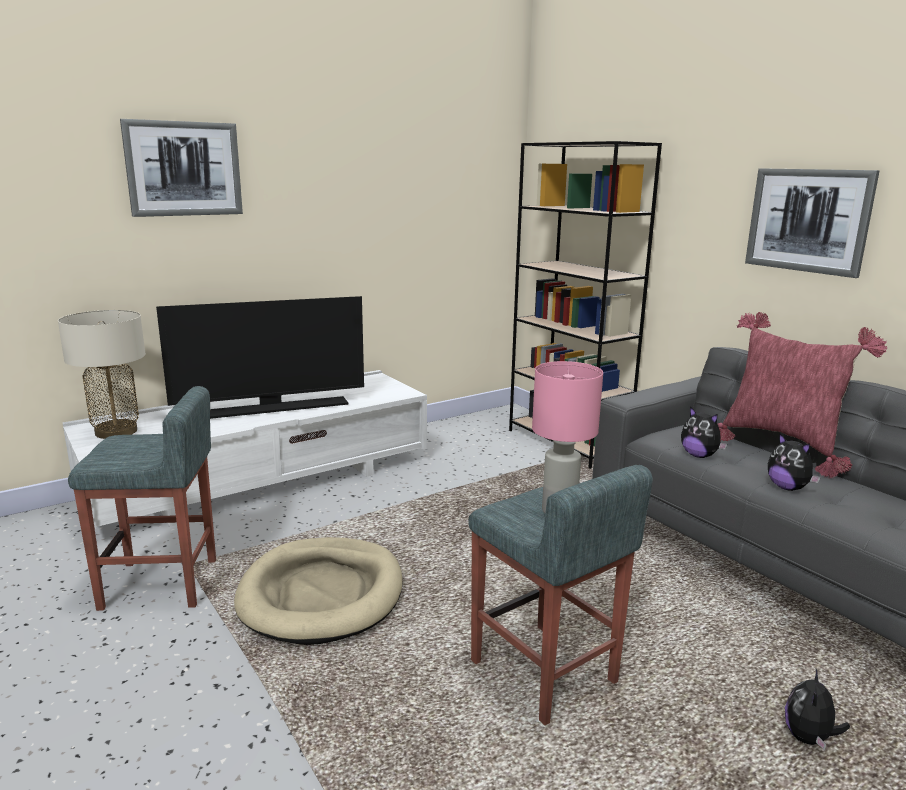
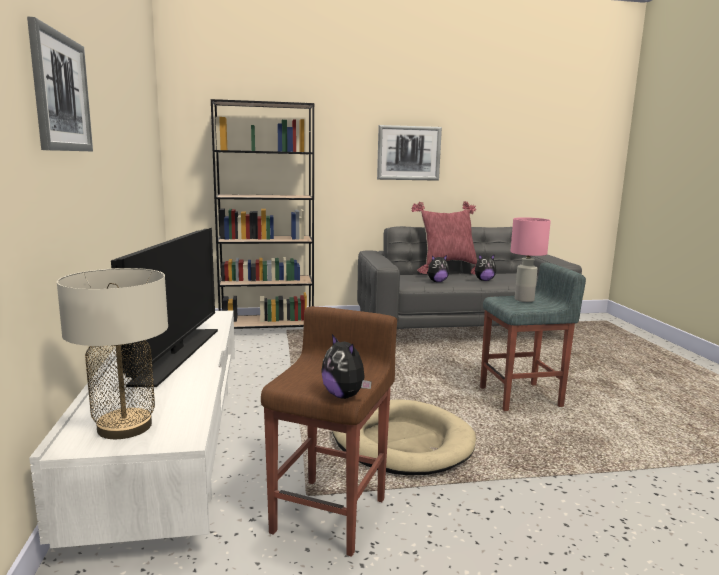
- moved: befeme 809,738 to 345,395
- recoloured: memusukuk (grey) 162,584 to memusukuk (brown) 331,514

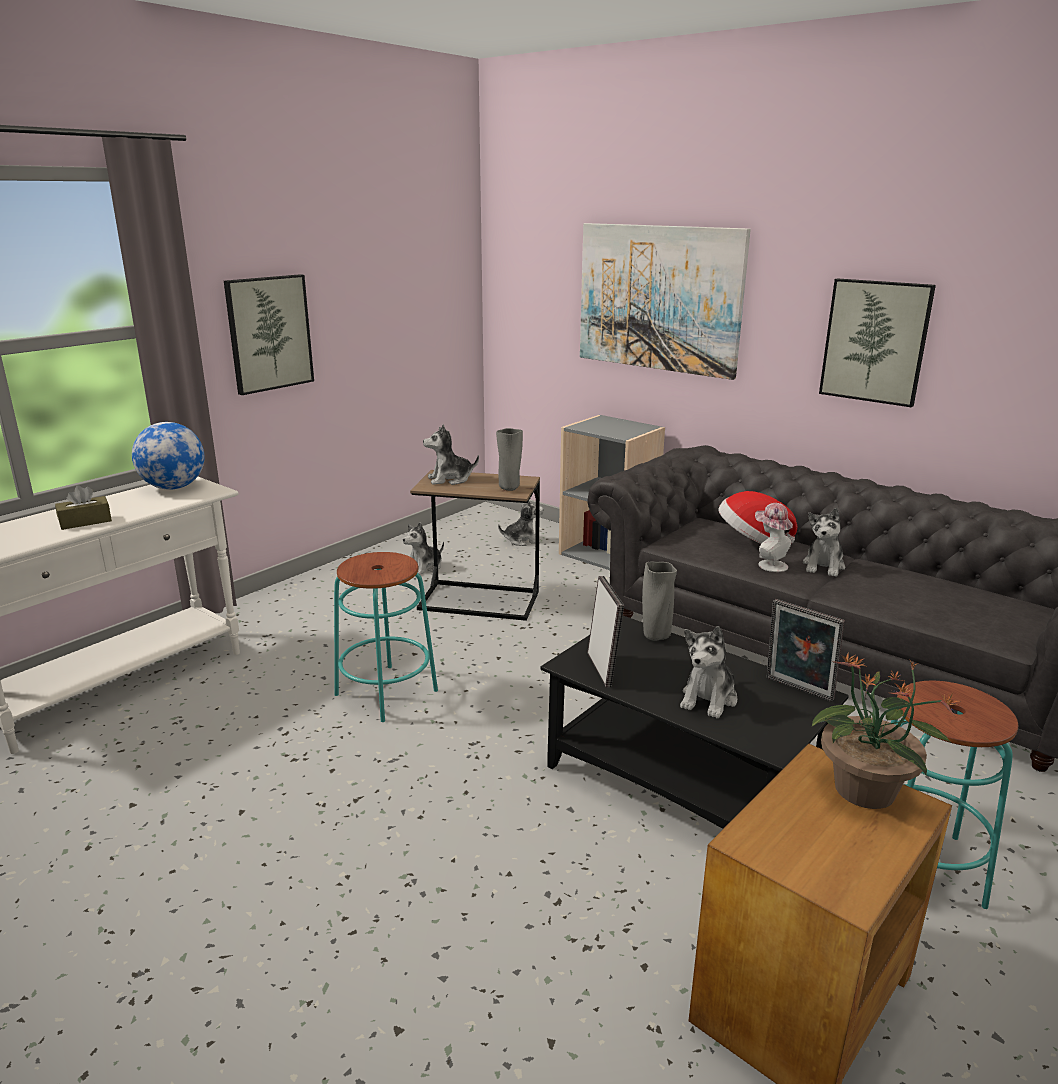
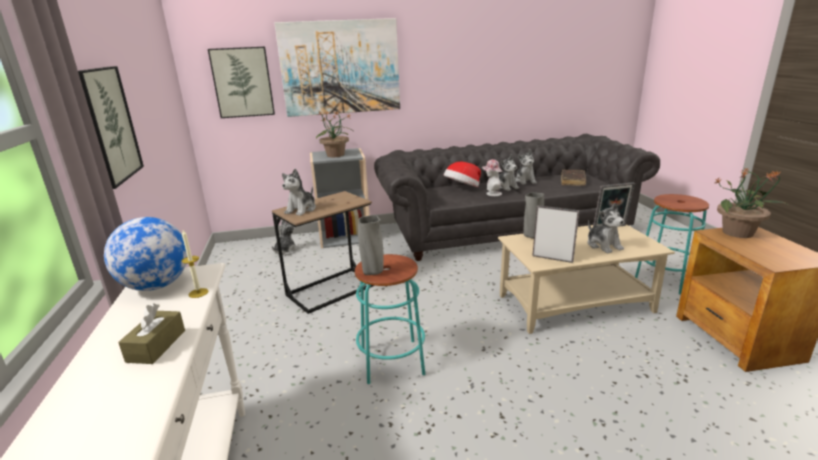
- added: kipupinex 198,293
- added: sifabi 336,155
- added: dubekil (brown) 572,181
- moved: befeme 424,567 to 525,181
- moved: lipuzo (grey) 509,489 to 373,272
- moved: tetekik 875,341 to 242,82
- recoloured: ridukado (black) 683,784 to ridukado (beige) 575,303

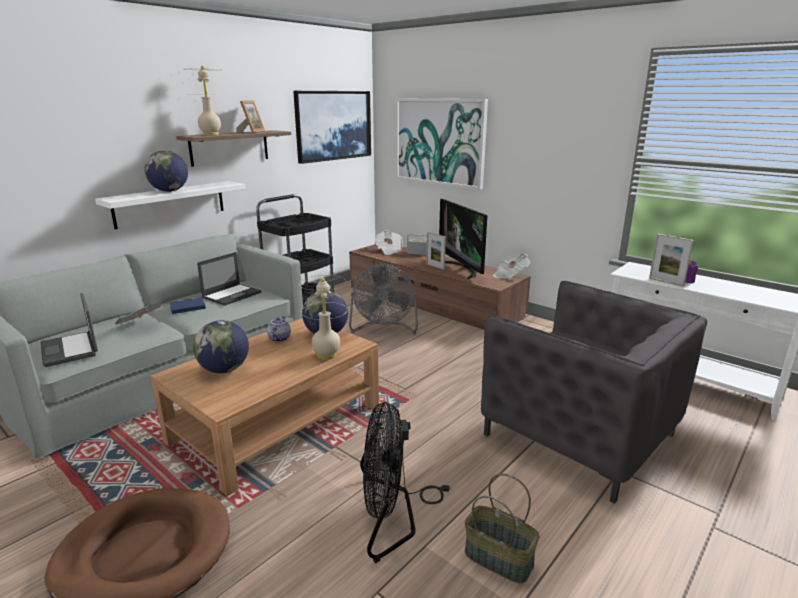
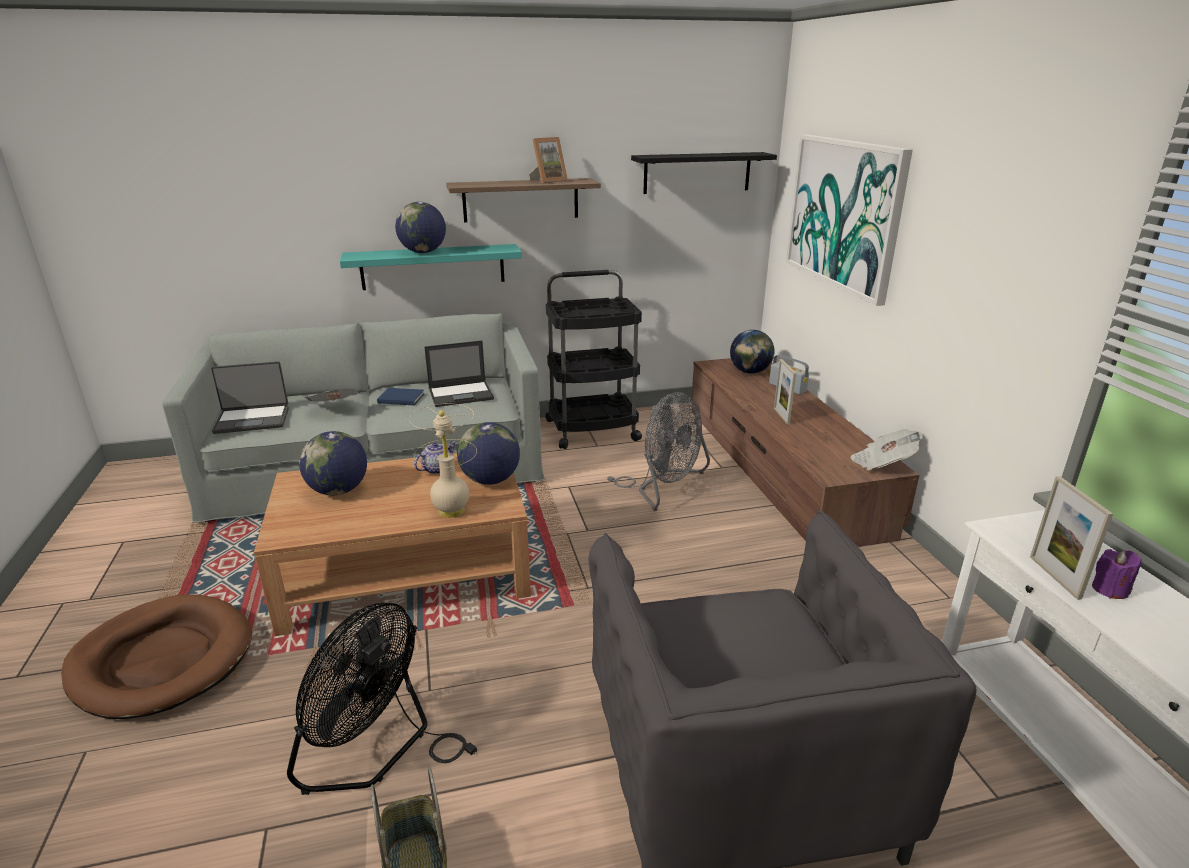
- removed: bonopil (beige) 210,135
- removed: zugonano 462,269
- replaced: tetekik 333,125 to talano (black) 697,173
- replaced: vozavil 389,250 to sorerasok 749,372
- recoloured: talano (white) 170,204 to talano (turquoise) 433,267
- turned: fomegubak 71,349 = 252,420 105 degrees counterclockwise
- turned: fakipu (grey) 382,327 = 661,486 90 degrees counterclockwise

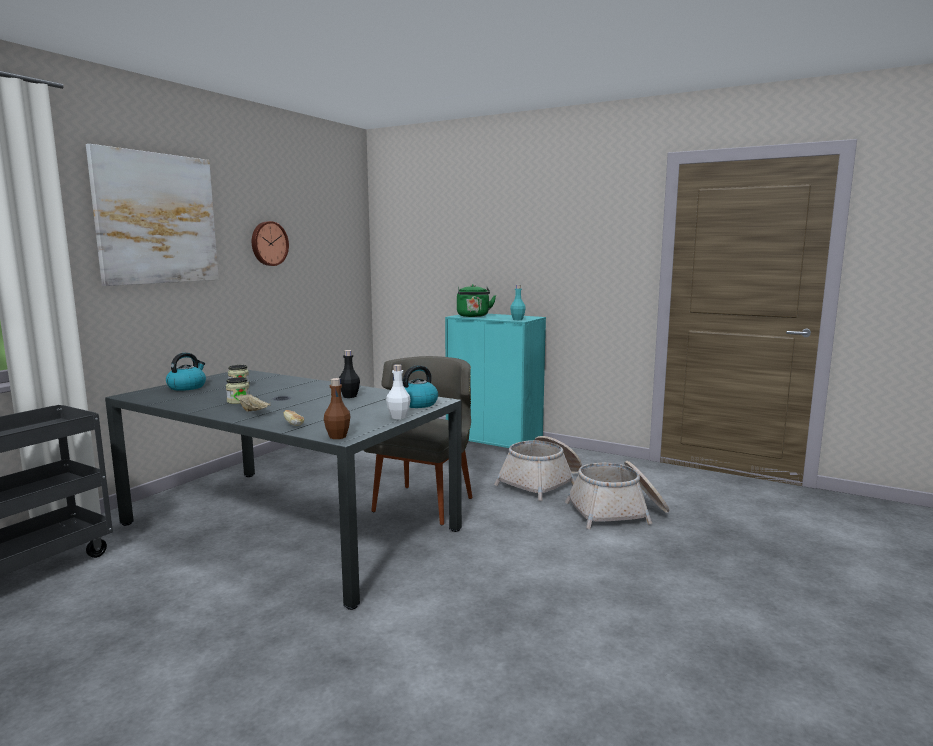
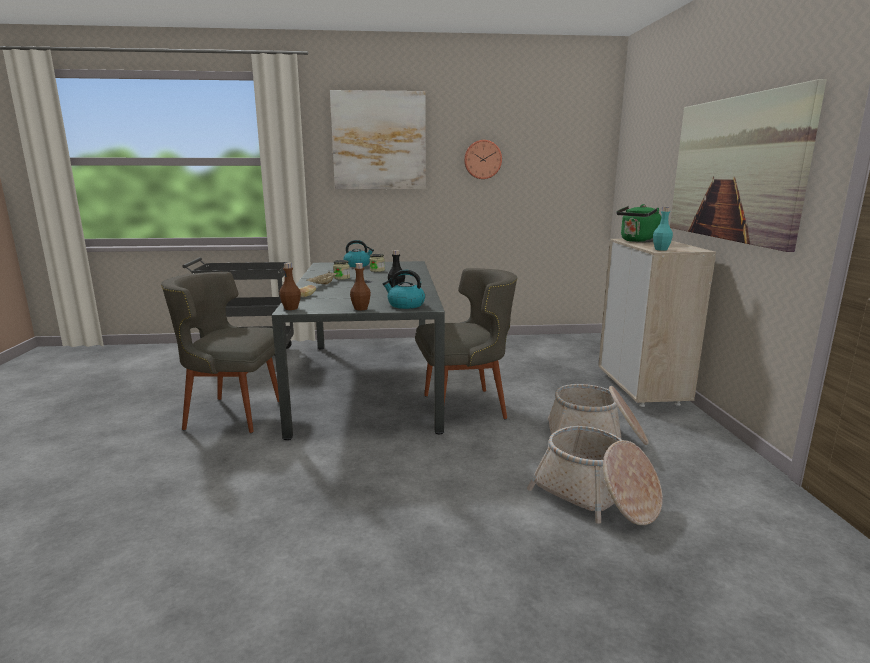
- added: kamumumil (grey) 235,415
- added: tetekik 734,169
- recoloured: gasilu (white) 398,417 to gasilu (brown) 361,308
- recoloured: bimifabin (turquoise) 495,444 to bimifabin (beige) 642,390

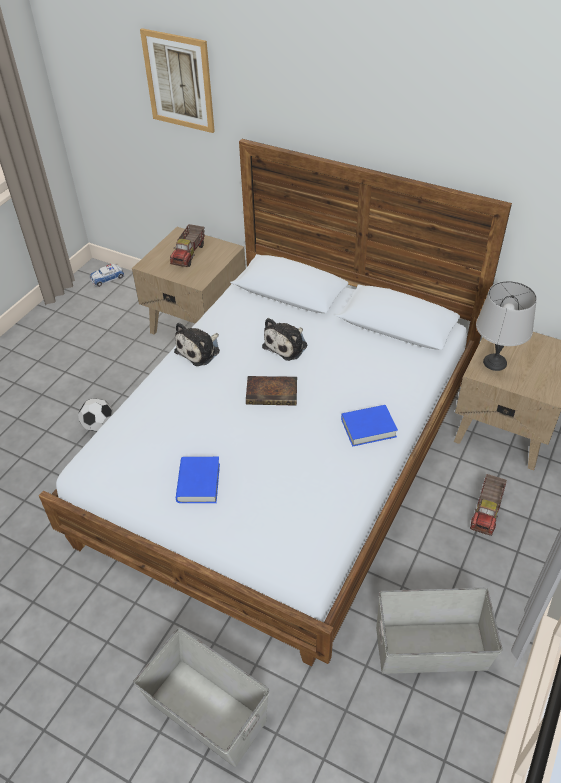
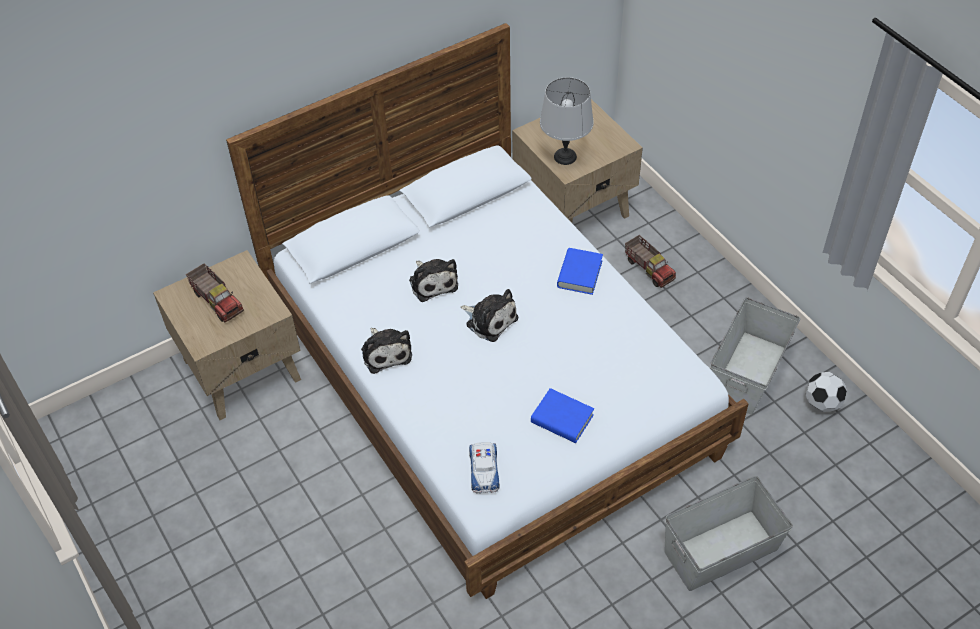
- removed: tetekik 179,81
- moved: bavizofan 99,426 to 822,403
- moved: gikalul 107,278 to 484,470
- replaced: dubekil 273,393 to befeme 489,320

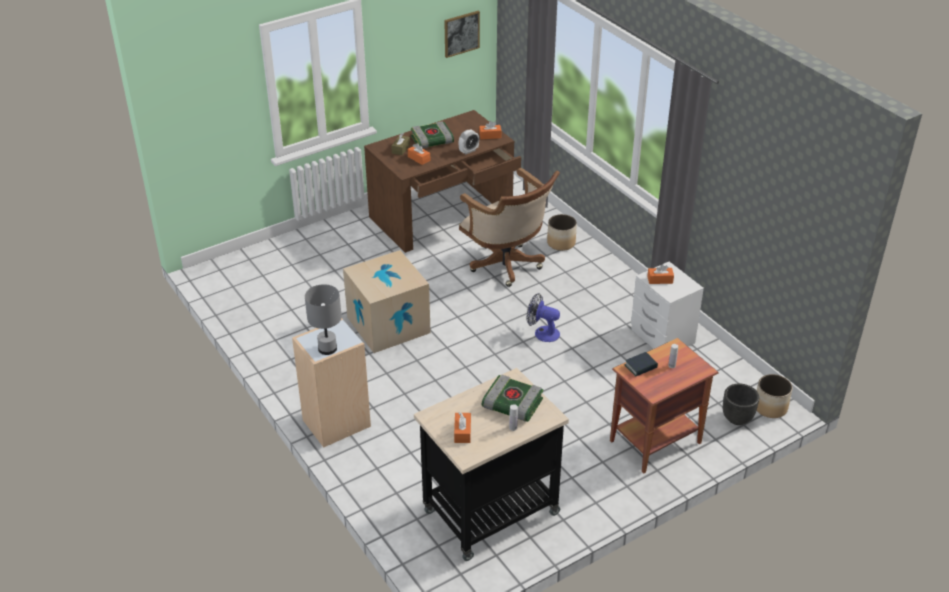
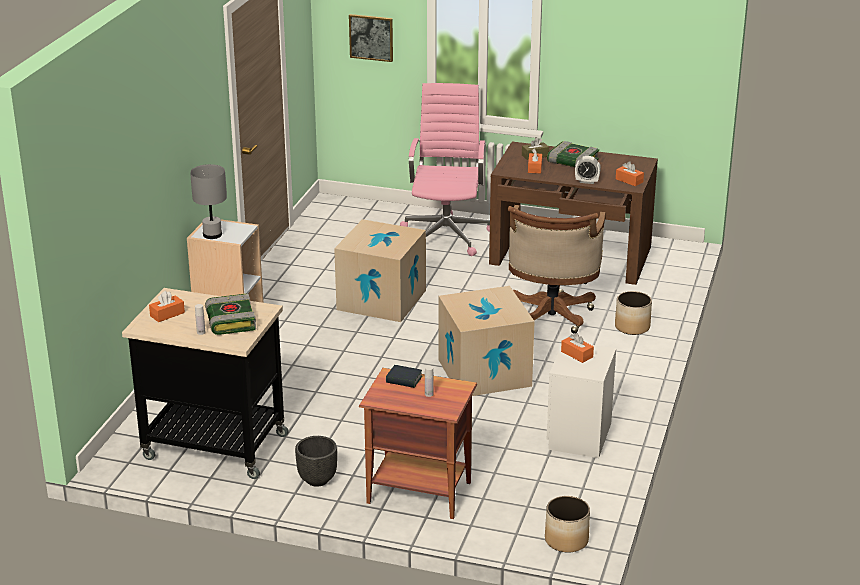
- added: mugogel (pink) 447,235
- moved: tetekik 461,33 to 371,37
- moved: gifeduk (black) 737,418 to 318,480
- replaced: fakipu 542,333 to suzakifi 484,373

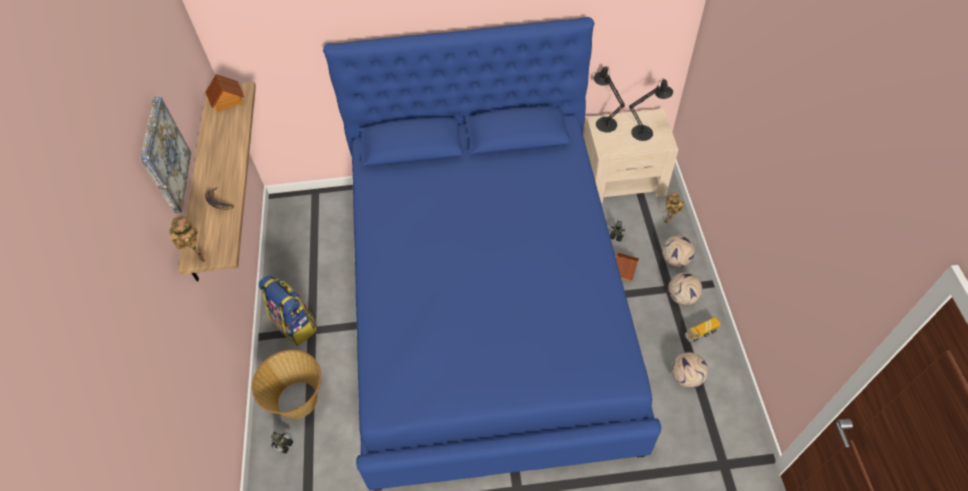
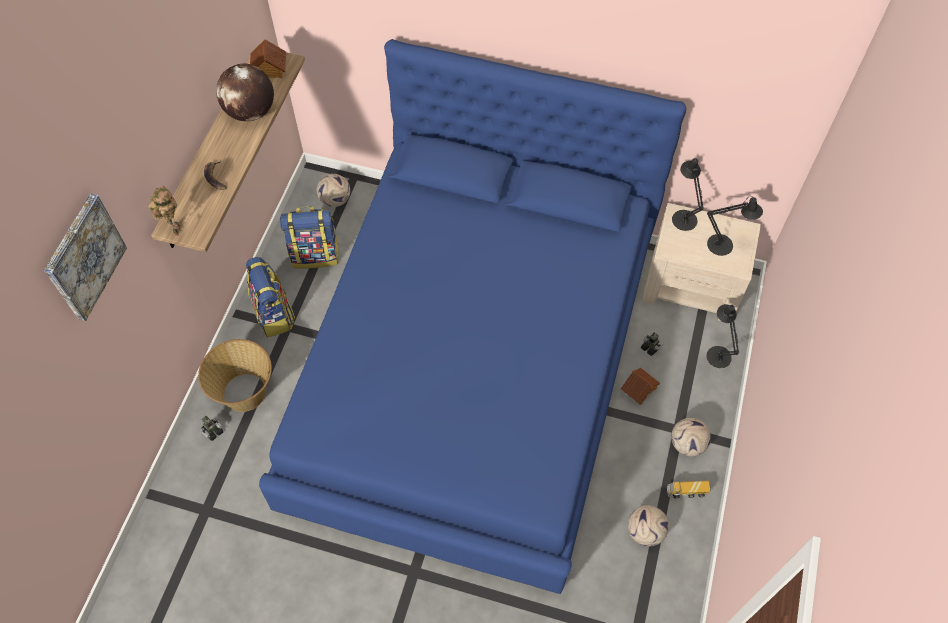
- added: sorerasok 250,112
- added: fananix 315,254
- moved: tetekik 164,155 to 84,257
- moved: bavizofan 676,260 to 335,200
- replaced: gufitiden 668,221 to bonopil (black) 717,353

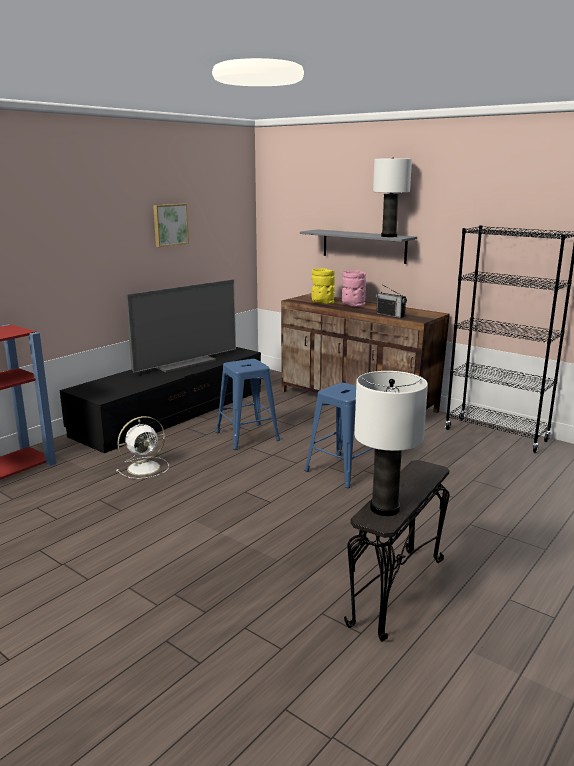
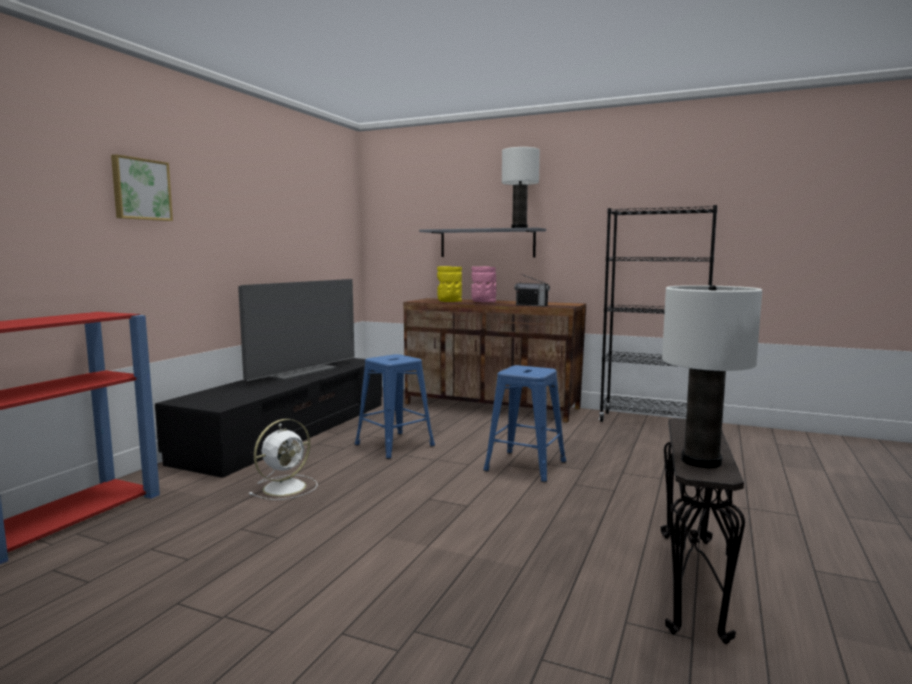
- moved: tetekik 169,224 to 140,189

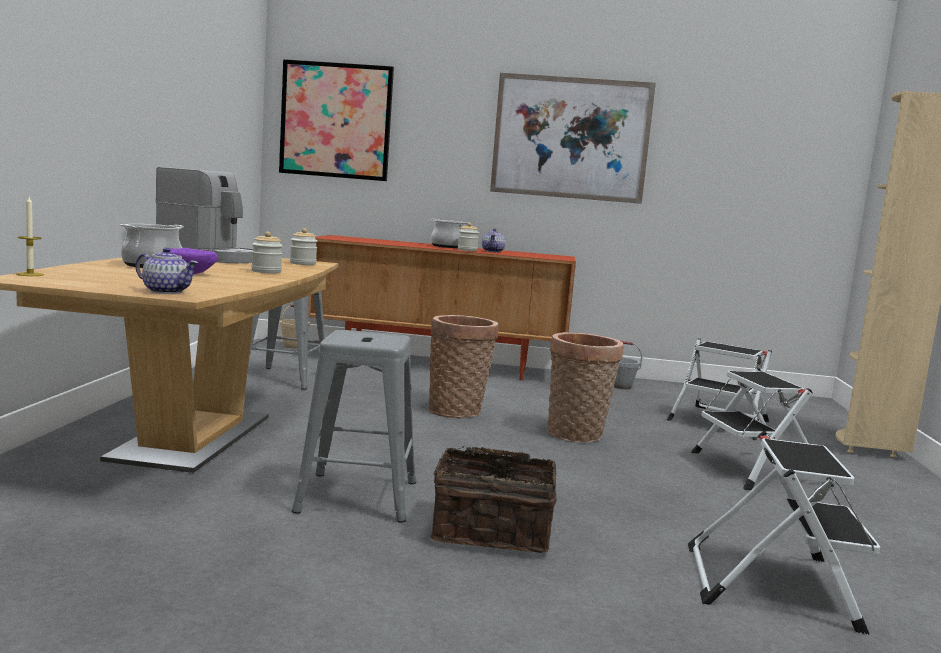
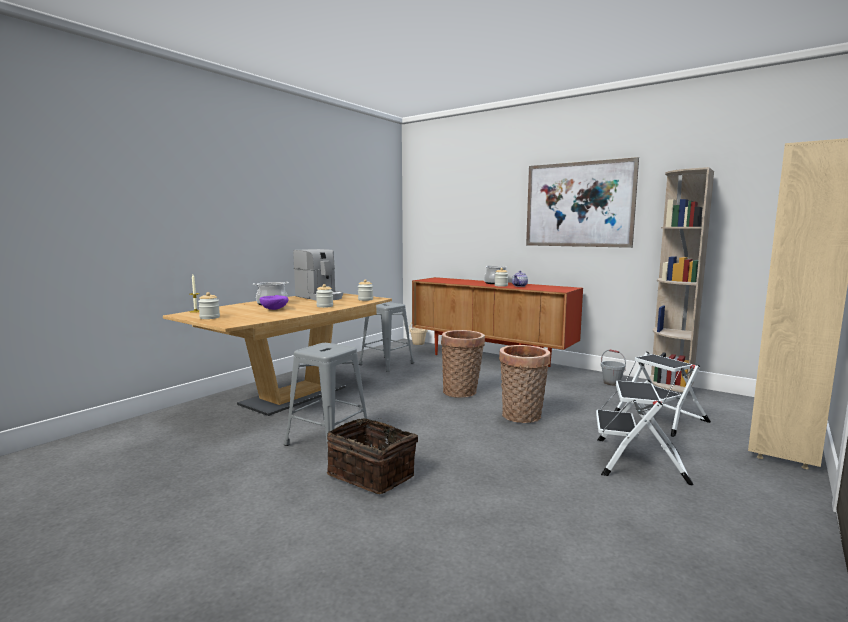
- removed: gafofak 166,291
- removed: tetekik 336,121
- removed: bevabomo 773,583
- added: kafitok 209,317
- added: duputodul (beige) 669,389

